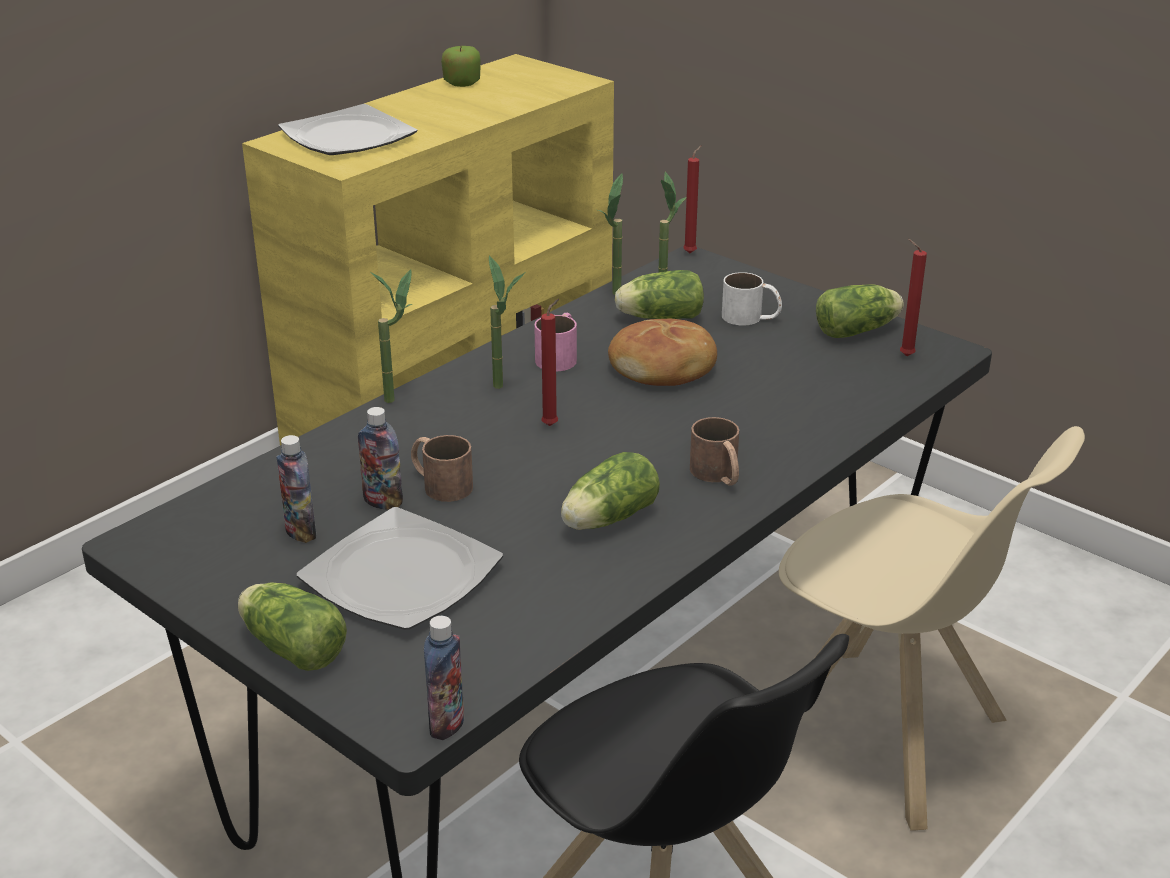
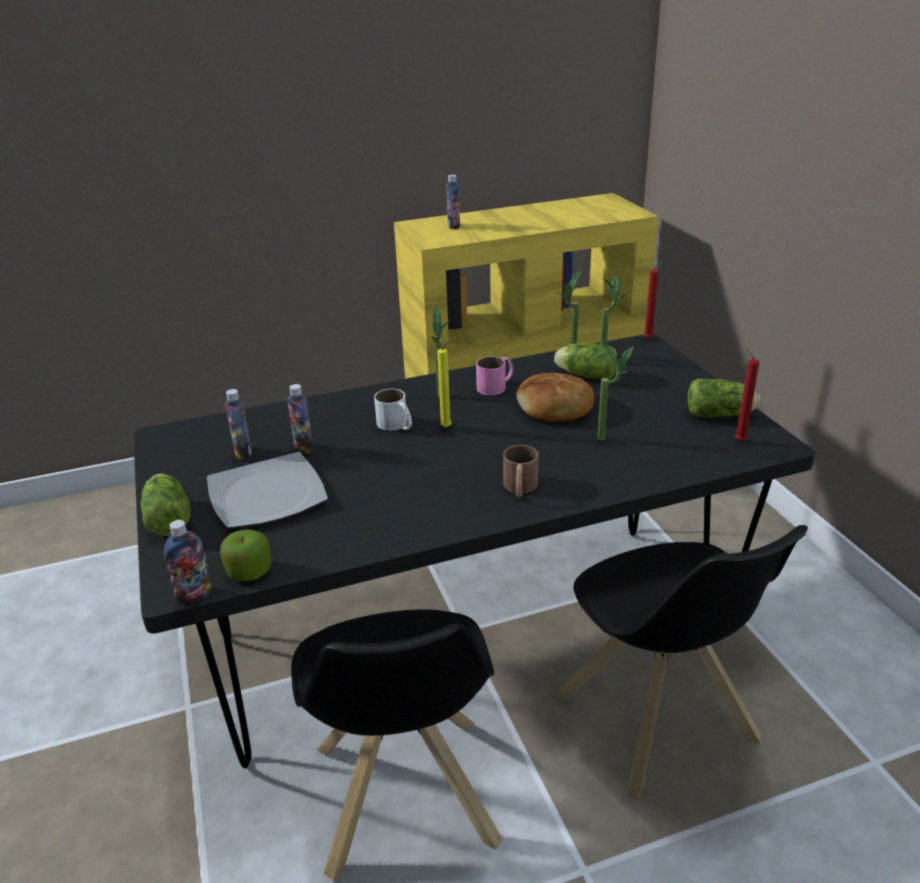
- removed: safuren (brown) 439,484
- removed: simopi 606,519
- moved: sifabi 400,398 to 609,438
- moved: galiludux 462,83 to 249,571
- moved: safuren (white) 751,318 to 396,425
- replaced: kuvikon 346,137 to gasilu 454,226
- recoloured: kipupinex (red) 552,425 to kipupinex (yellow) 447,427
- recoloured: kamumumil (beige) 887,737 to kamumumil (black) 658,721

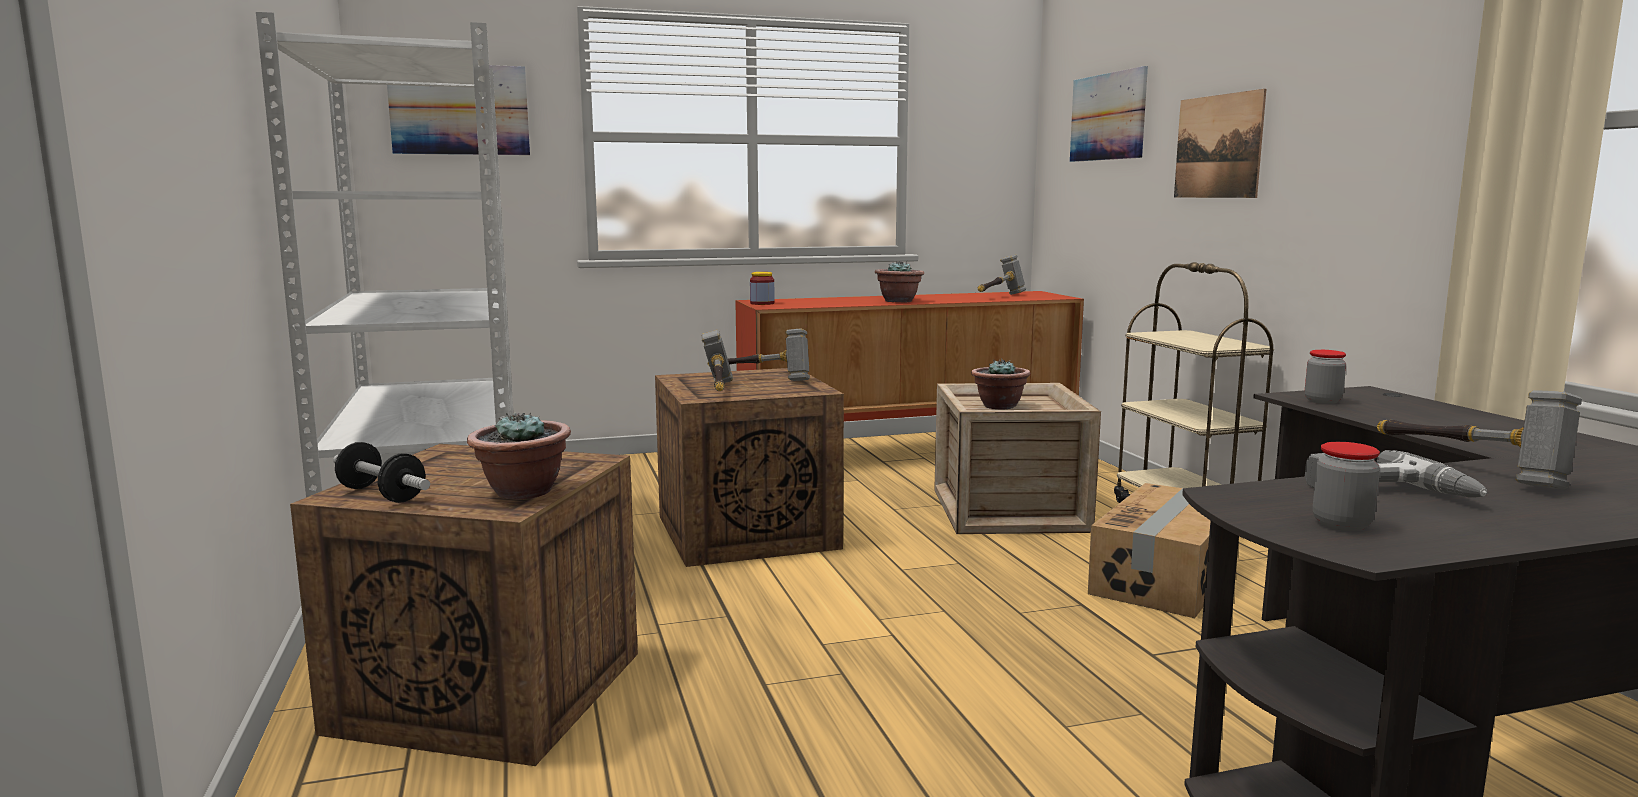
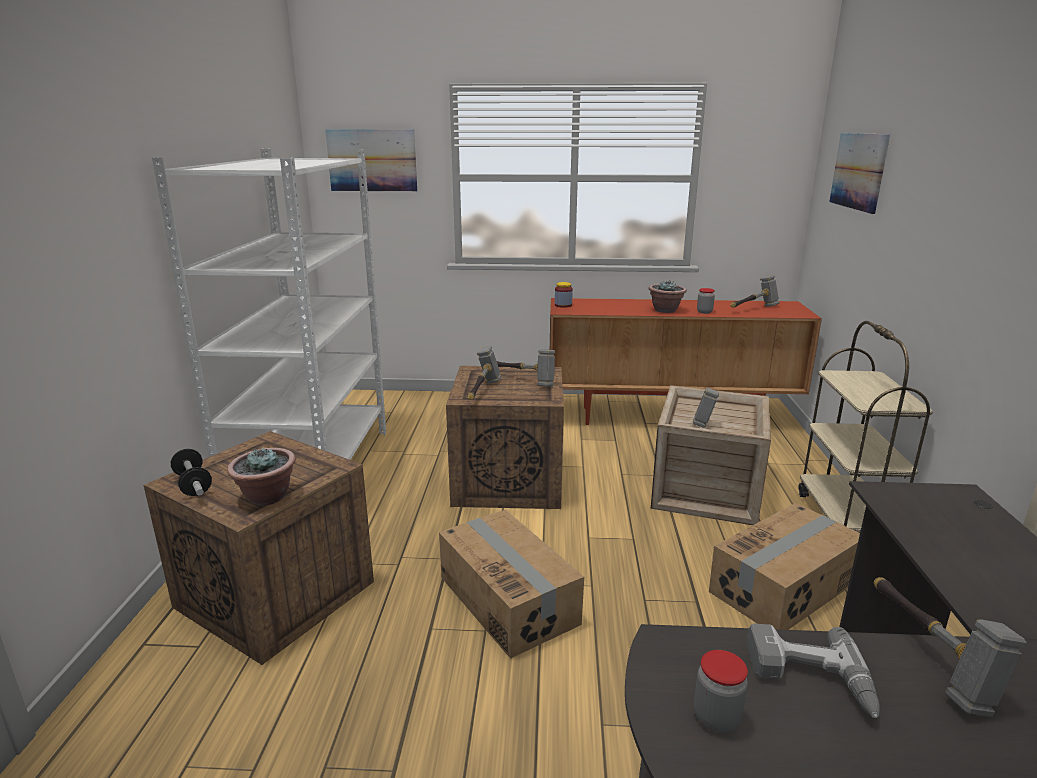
- removed: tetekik 1218,146
- added: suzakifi 509,599
- moved: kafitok 1322,401 to 704,312
- replaced: sifabi 999,406 to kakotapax 704,415

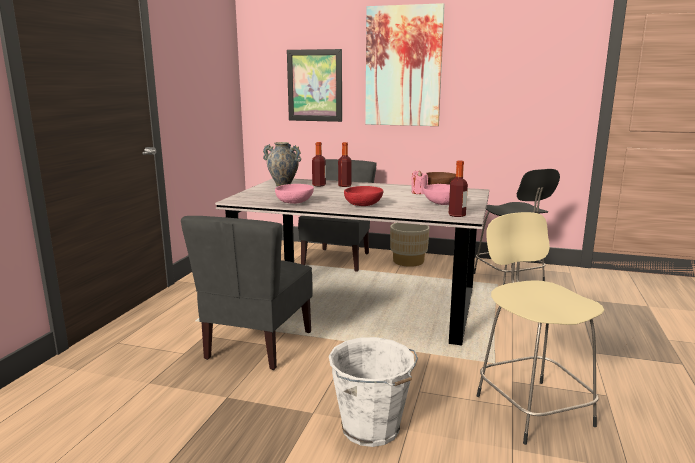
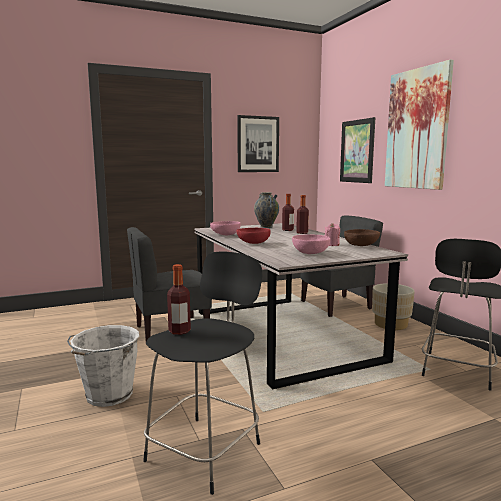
- added: tetekik 258,144
- moved: gasilu 457,215 to 179,331
- recoloured: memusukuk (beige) 531,408 to memusukuk (black) 206,449

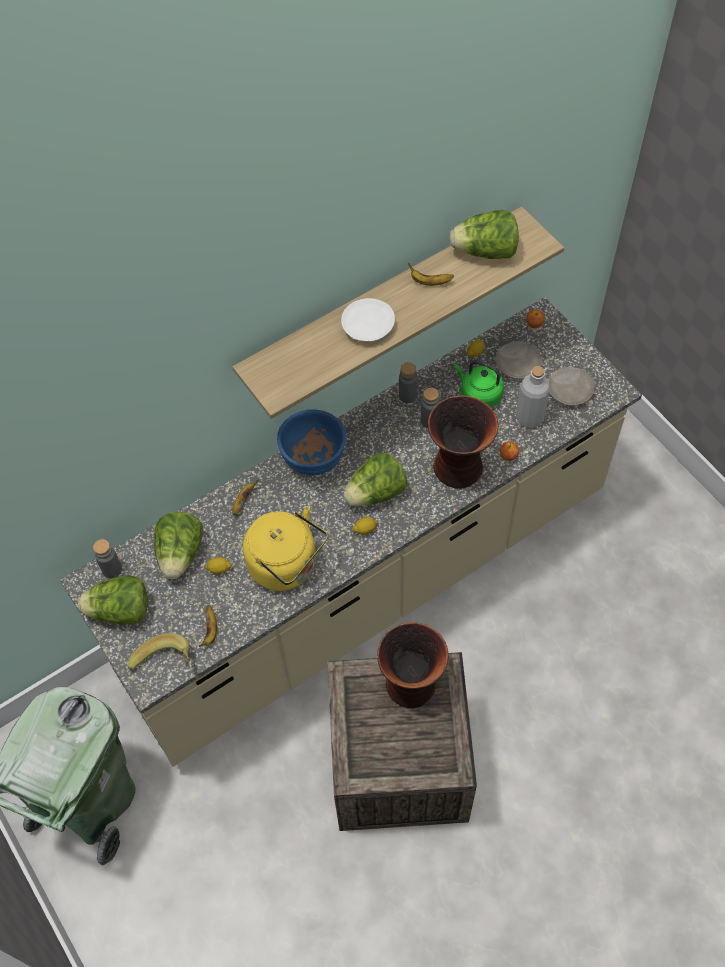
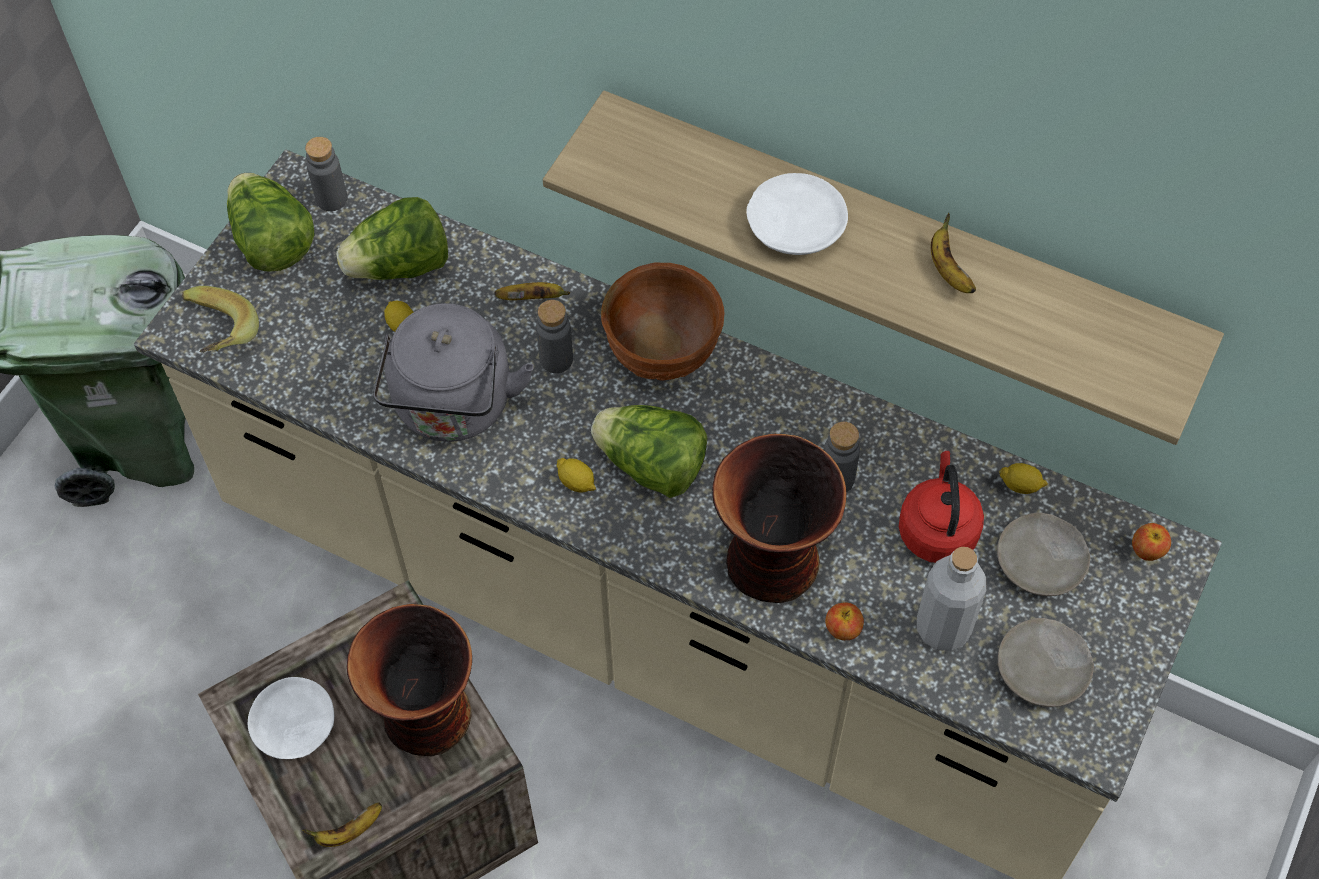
- removed: simopi 485,252
- added: kuvikon (white) 293,725
- moved: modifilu 210,630 to 349,832
- moved: gasilu (grey) 407,395 to 556,359
- recoloured: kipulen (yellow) 287,566 to kipulen (grey) 453,408
- recoloured: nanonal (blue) 314,458 to nanonal (brown) 663,353
- recoloured: kipulen (green) 478,395 to kipulen (red) 937,529

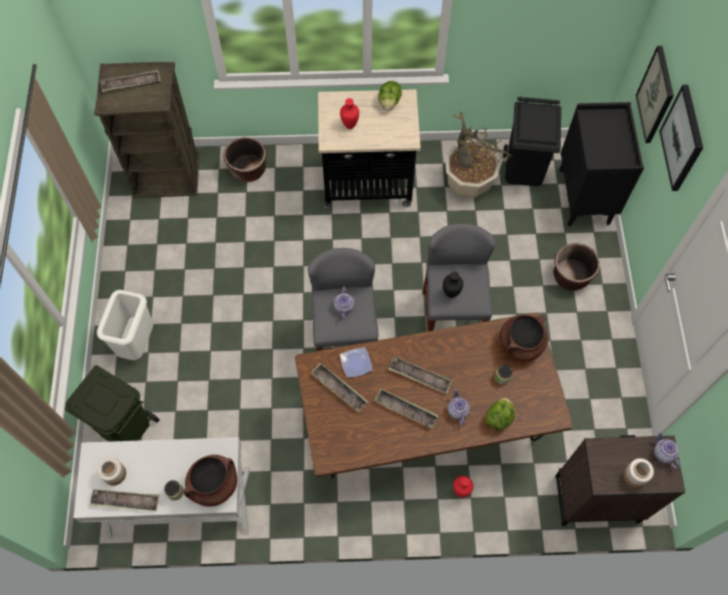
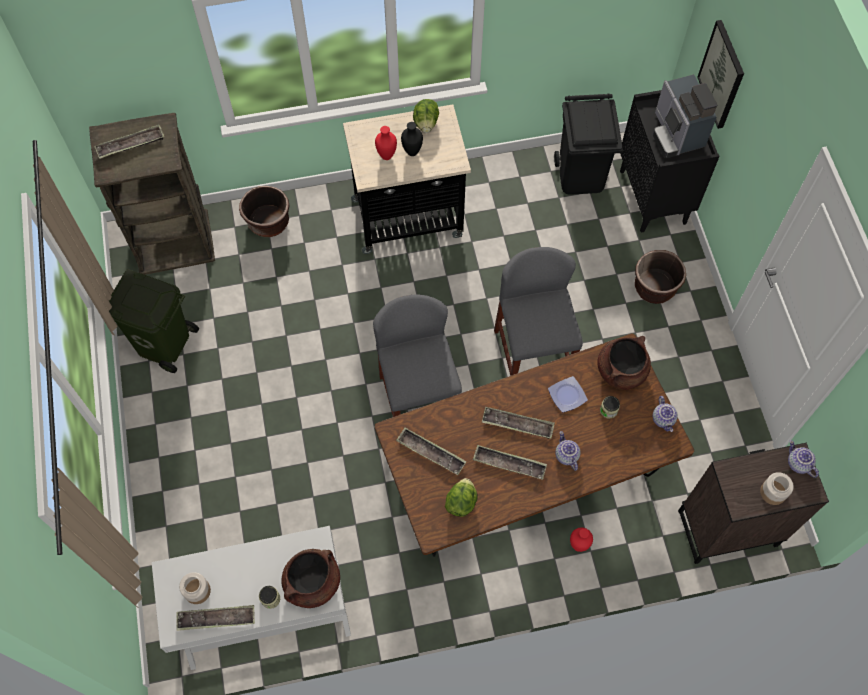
- removed: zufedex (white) 137,343
- removed: sifabi 469,183
- removed: tetekik 682,138
- added: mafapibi 677,134
- moved: zufedex (green) 126,427 to 164,343
- moved: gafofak 344,307 to 663,419
- moved: kuvikon 355,363 to 566,395
- moved: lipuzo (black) 450,293 to 412,151
- moved: simopi 499,417 to 461,502

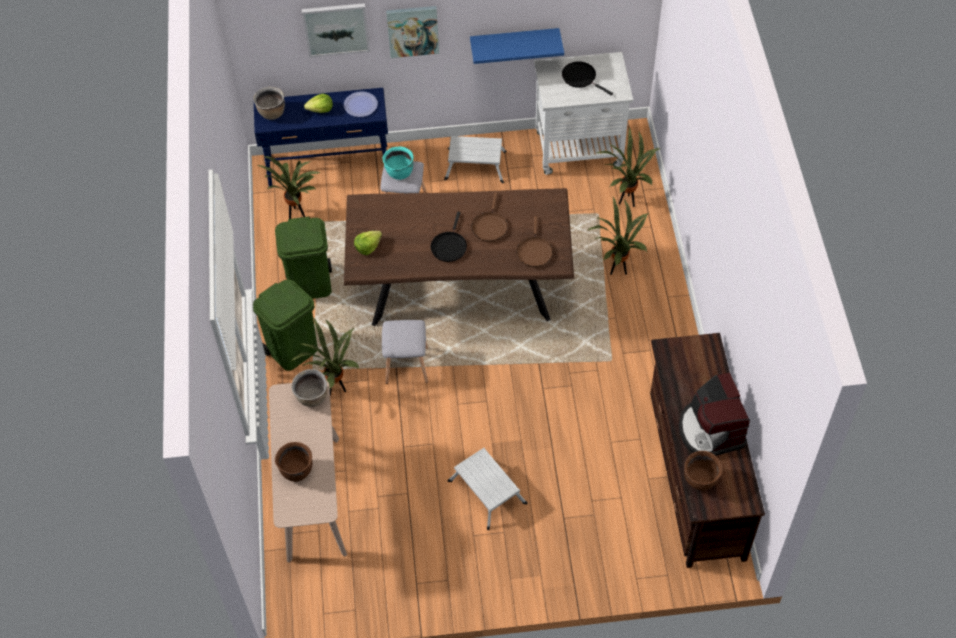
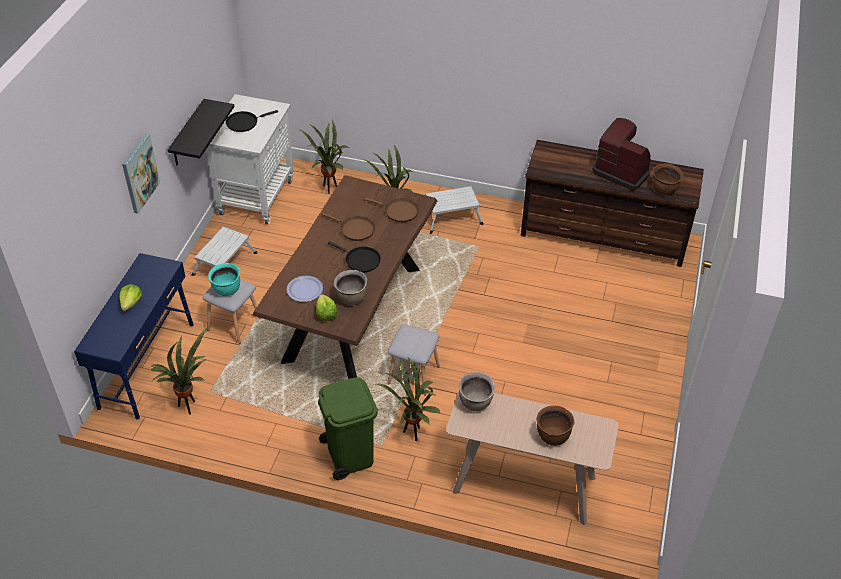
- removed: zufedex (green) 311,284
- removed: tetekik 336,29
- moved: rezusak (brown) 271,113 to 351,298
- moved: kuvikon 360,105 to 304,289
- moved: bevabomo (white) 487,492 to 452,216
- recoloured: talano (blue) 514,42 to talano (black) 188,134
- turned: mafapibi 710,430 = 622,171 150 degrees counterclockwise

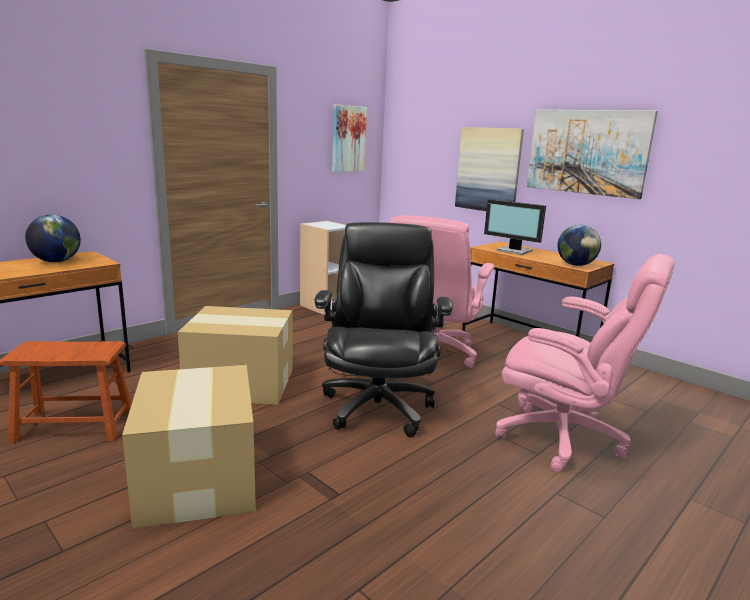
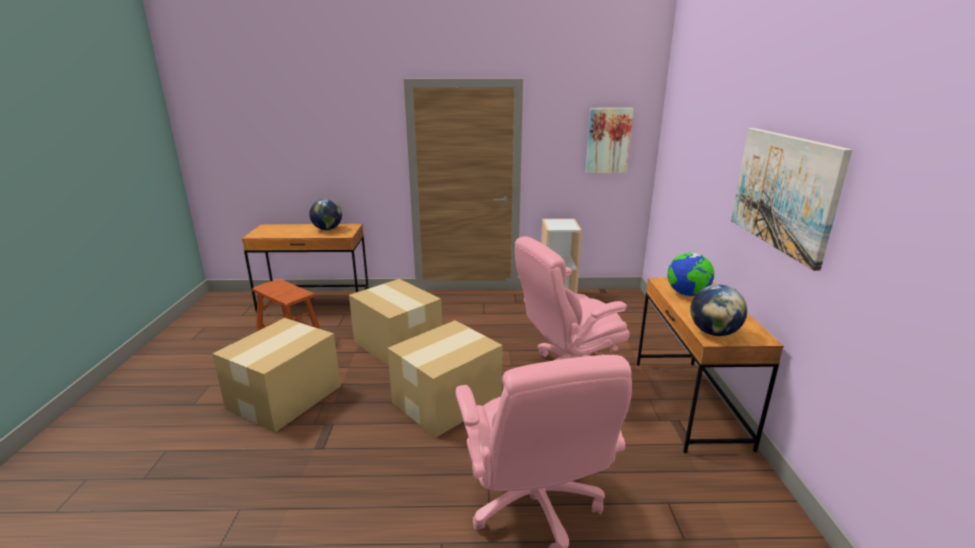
- removed: tetekik 488,170
- replaced: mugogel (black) 379,406 to suzakifi 448,400
- replaced: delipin 514,251 to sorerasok 687,294

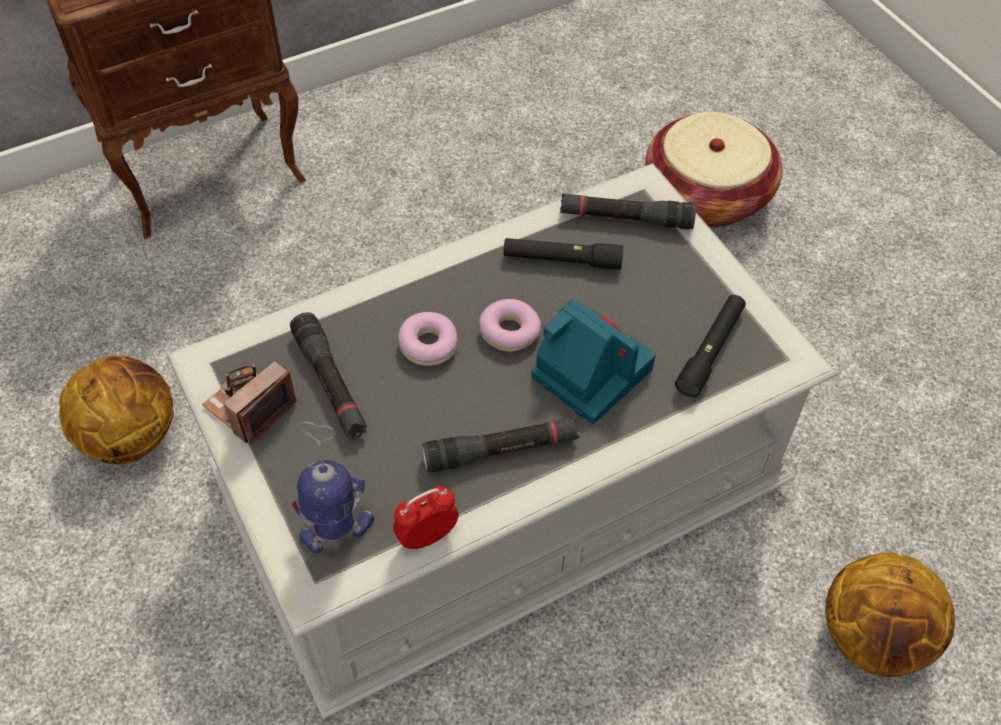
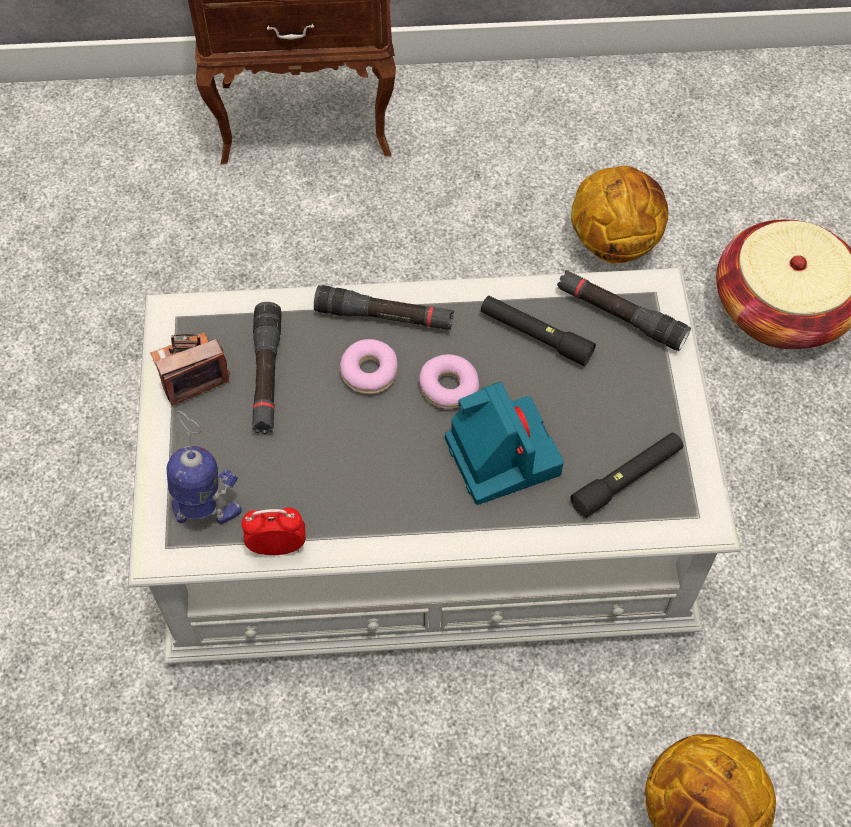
- moved: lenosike 131,435 to 613,242
- moved: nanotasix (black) 501,450 to 384,317

